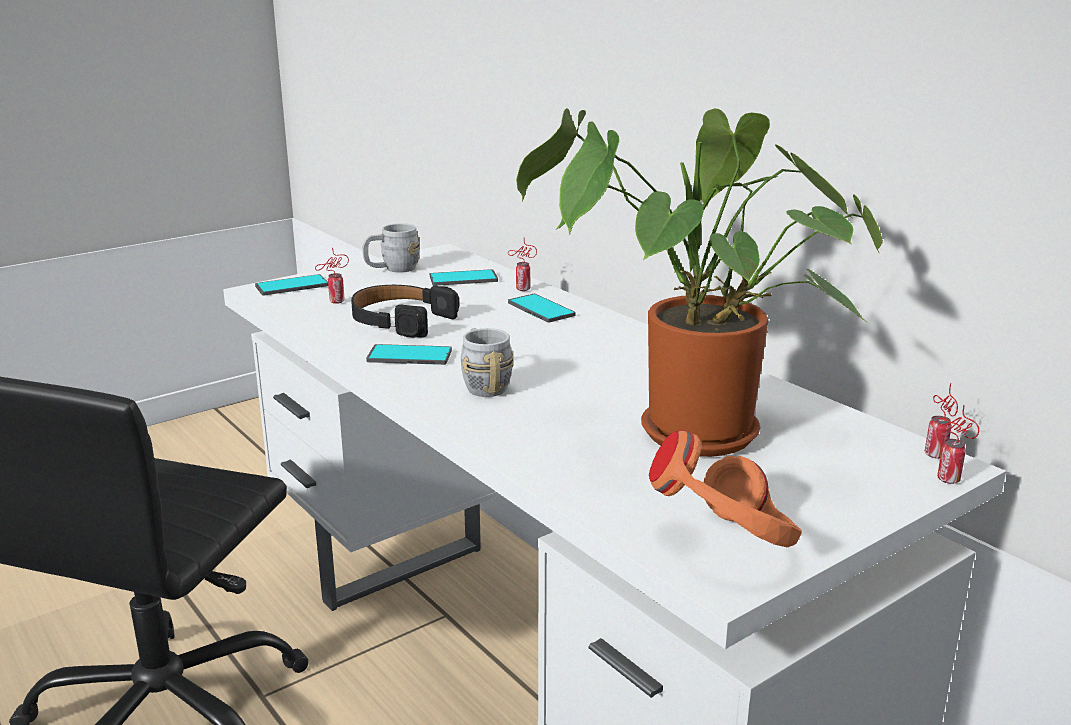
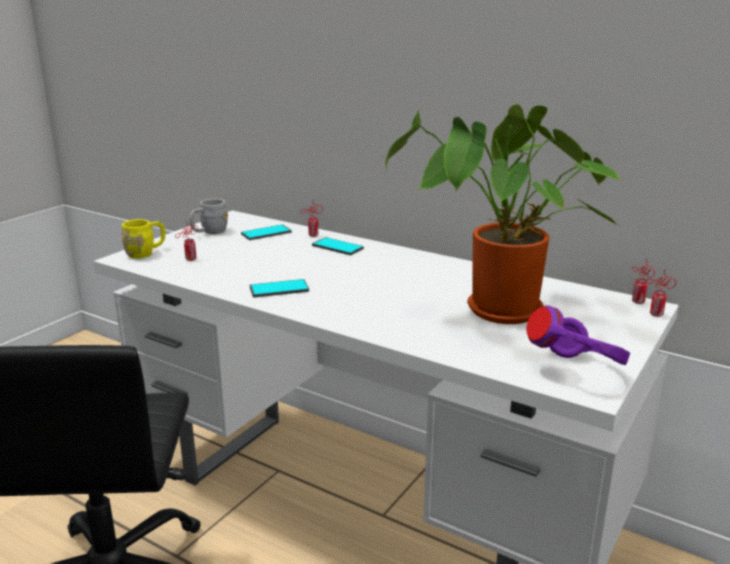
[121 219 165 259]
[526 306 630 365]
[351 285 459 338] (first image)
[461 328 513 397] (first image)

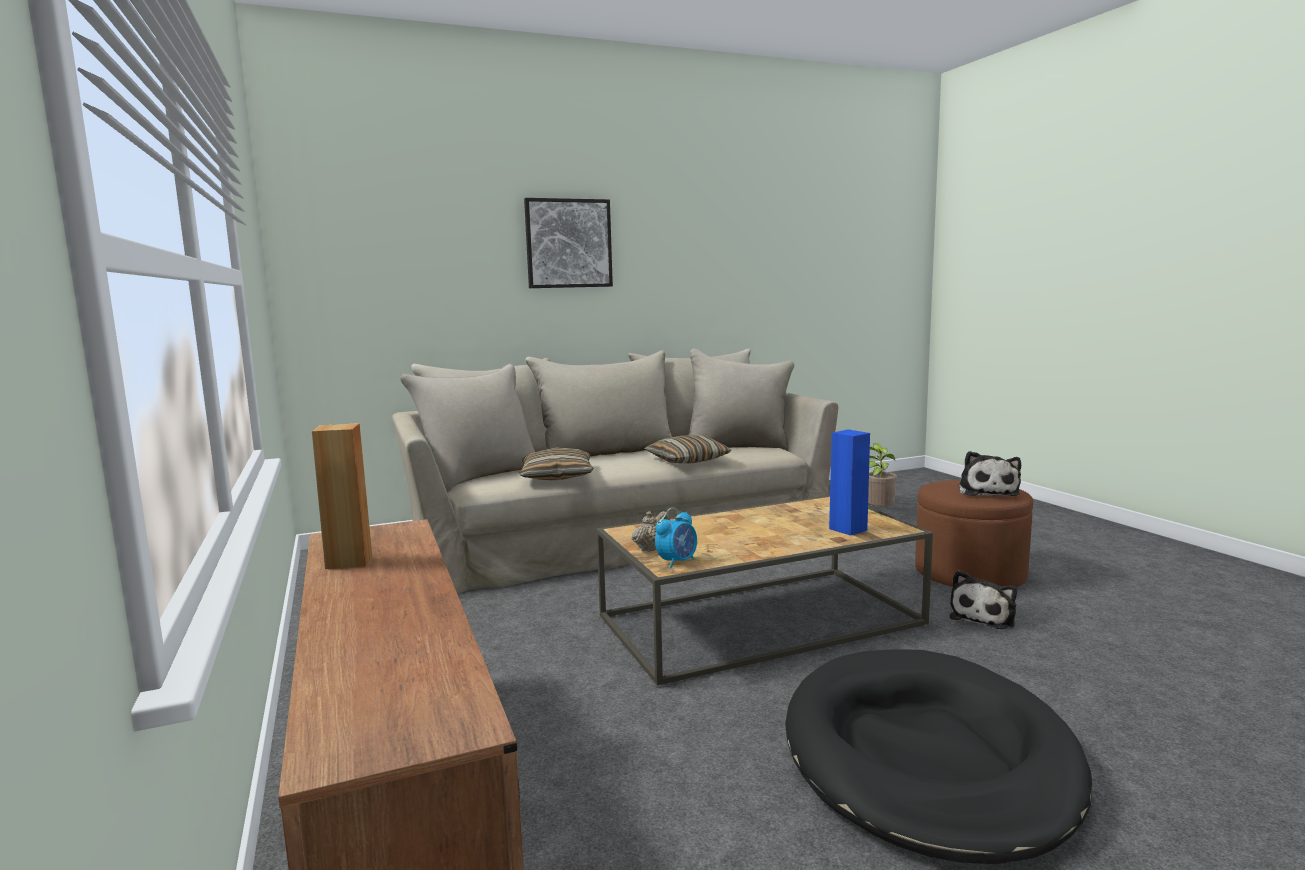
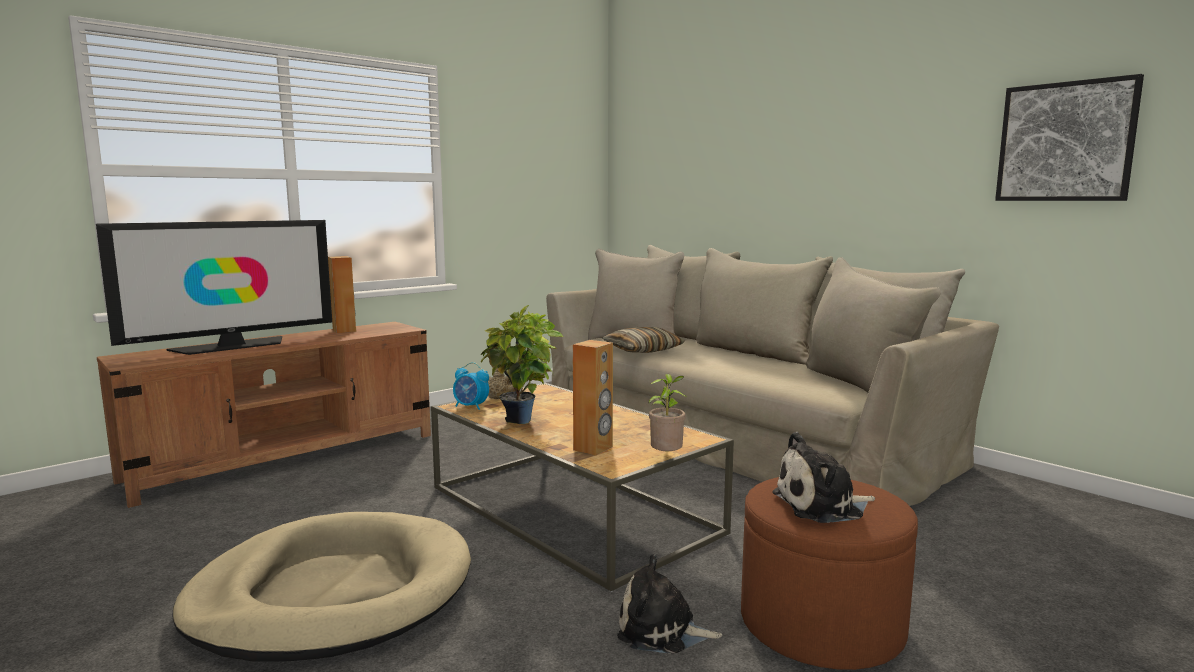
[96 220 332 355]
[172 512 471 662]
[481 305 564 424]
[573 340 613 456]
[995 74 1144 201]
[644 435 731 463] (first image)

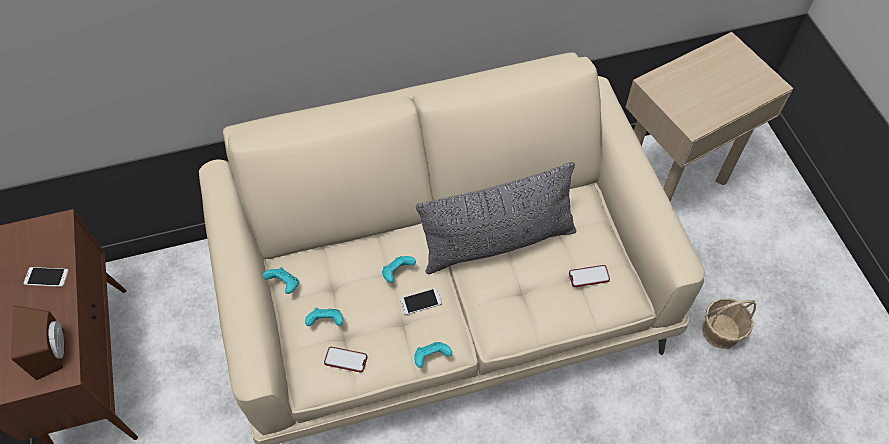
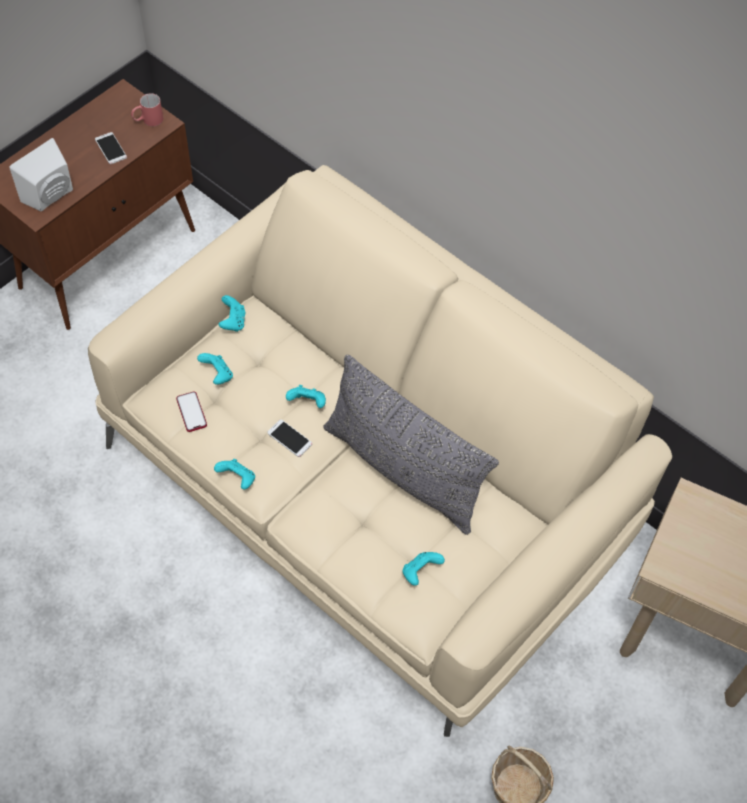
[9 138 73 211]
[131 93 163 127]
[402 552 445 586]

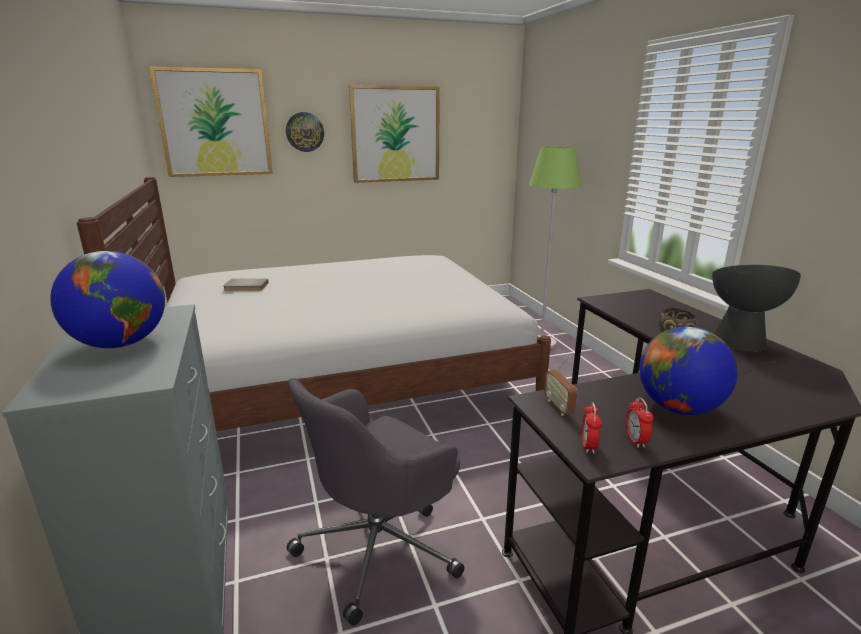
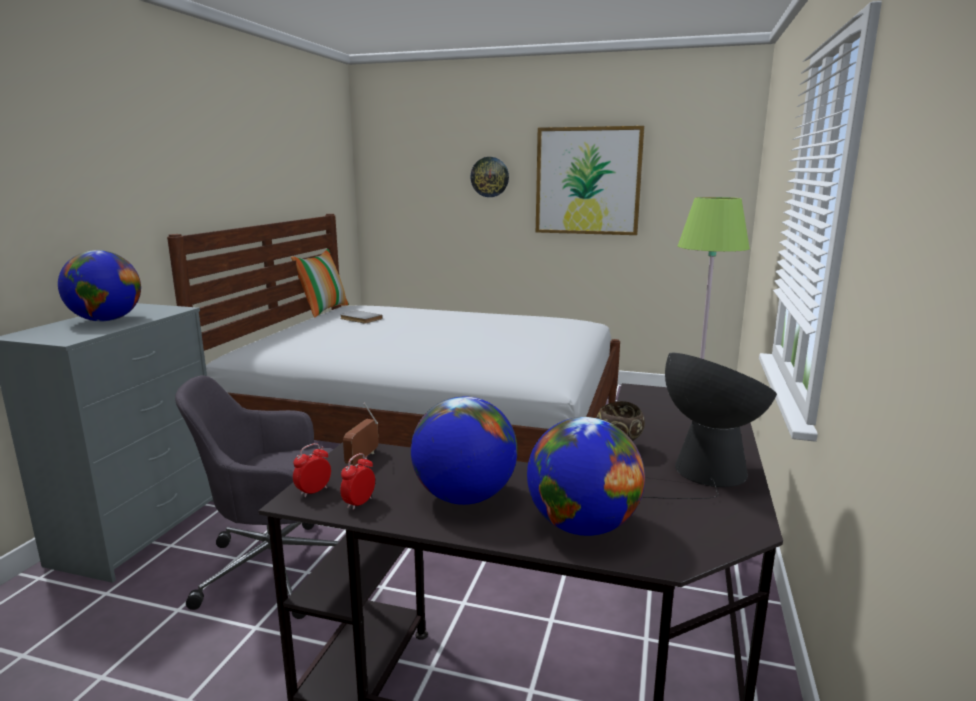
[291 249 349 318]
[527 417 645 536]
[149 66 273 177] (first image)

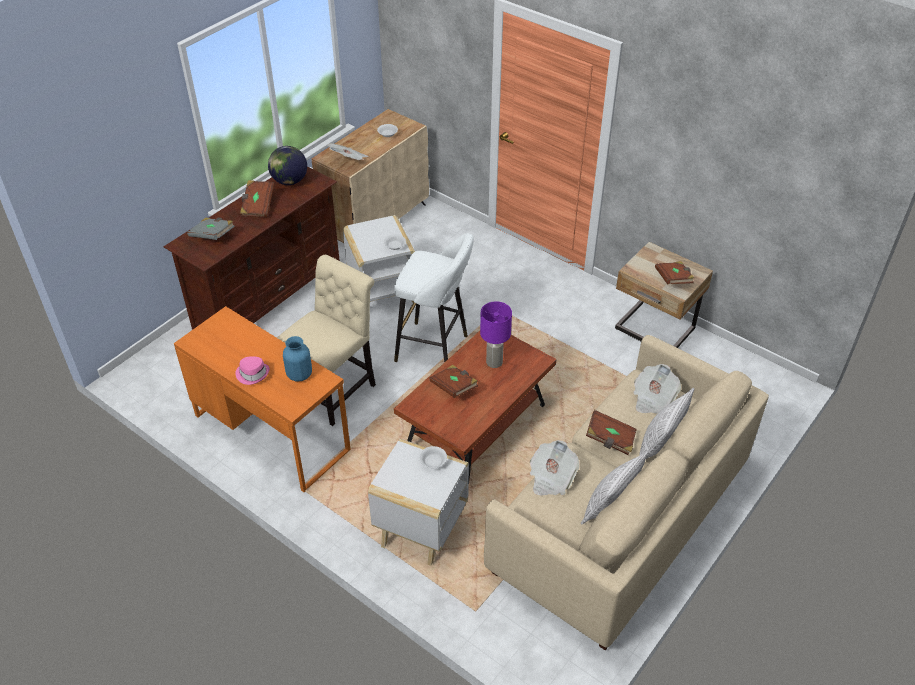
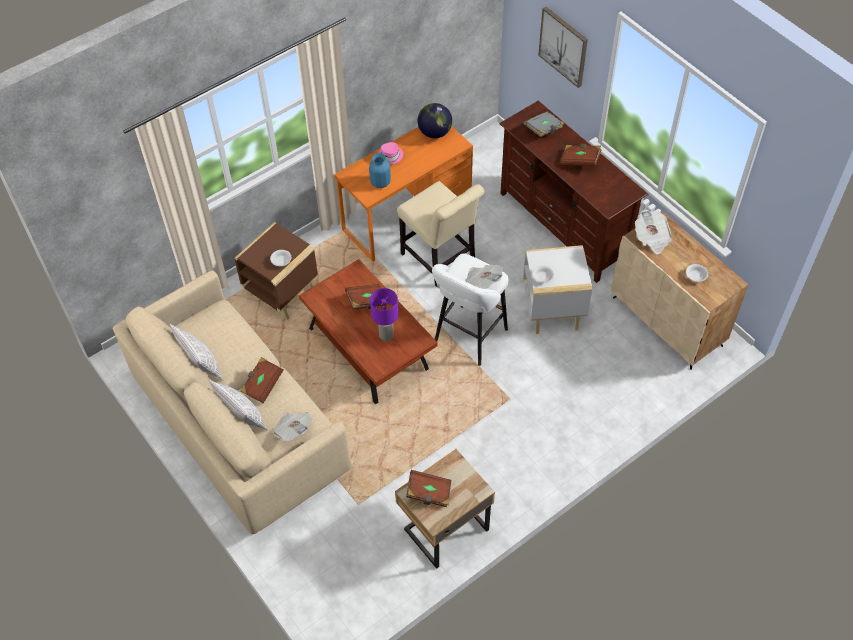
[234 222 318 321]
[418 103 452 138]
[465 264 504 289]
[538 7 588 88]

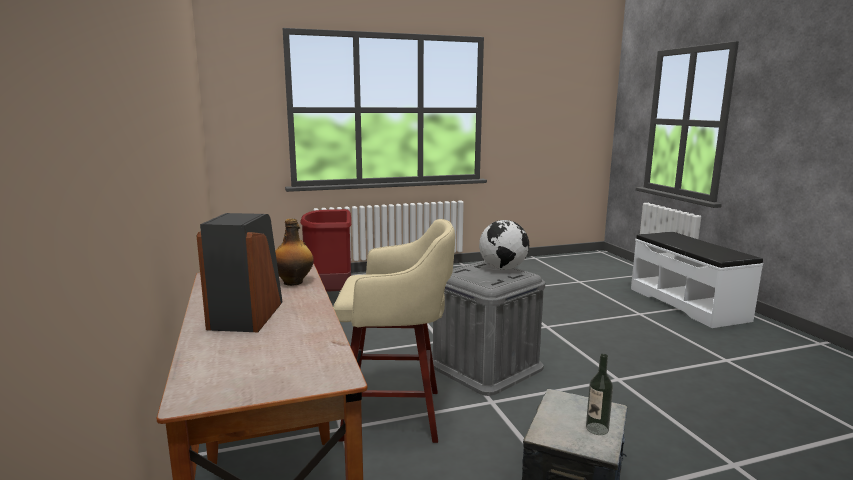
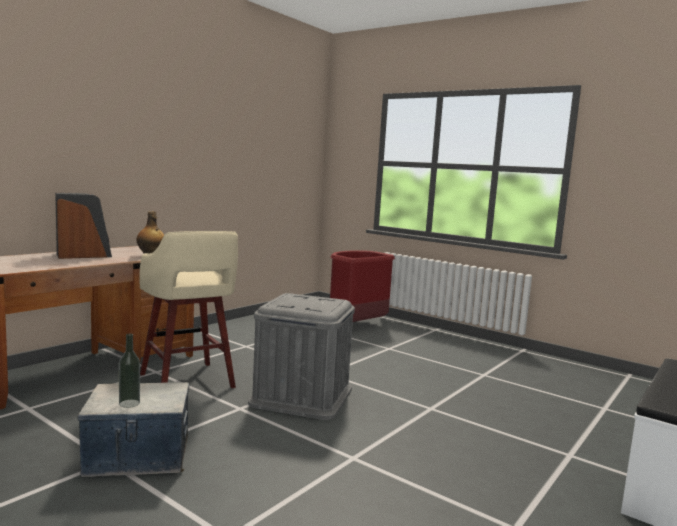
[479 220 529 270] (first image)

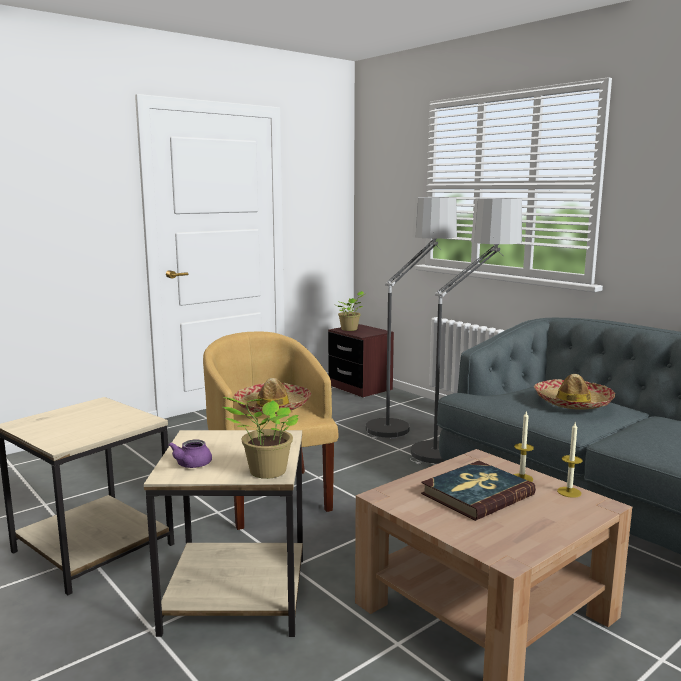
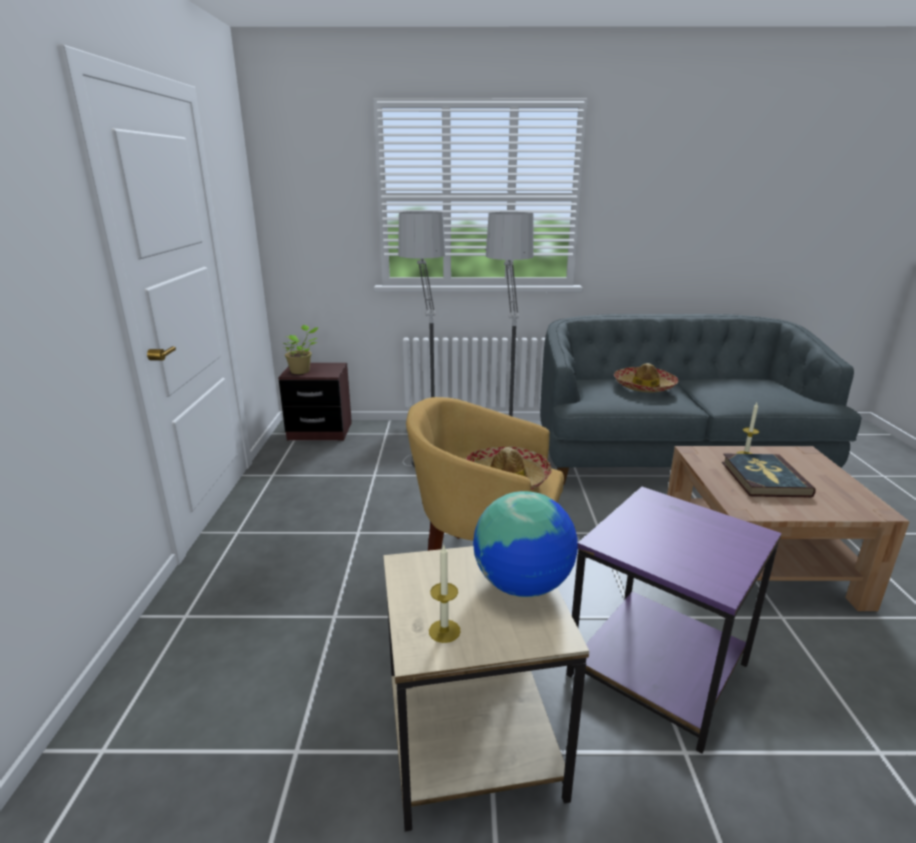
[429 544 461 643]
[473 491 578 597]
[566 487 782 754]
[169 439 212 468] (first image)
[223 397 299 479] (first image)

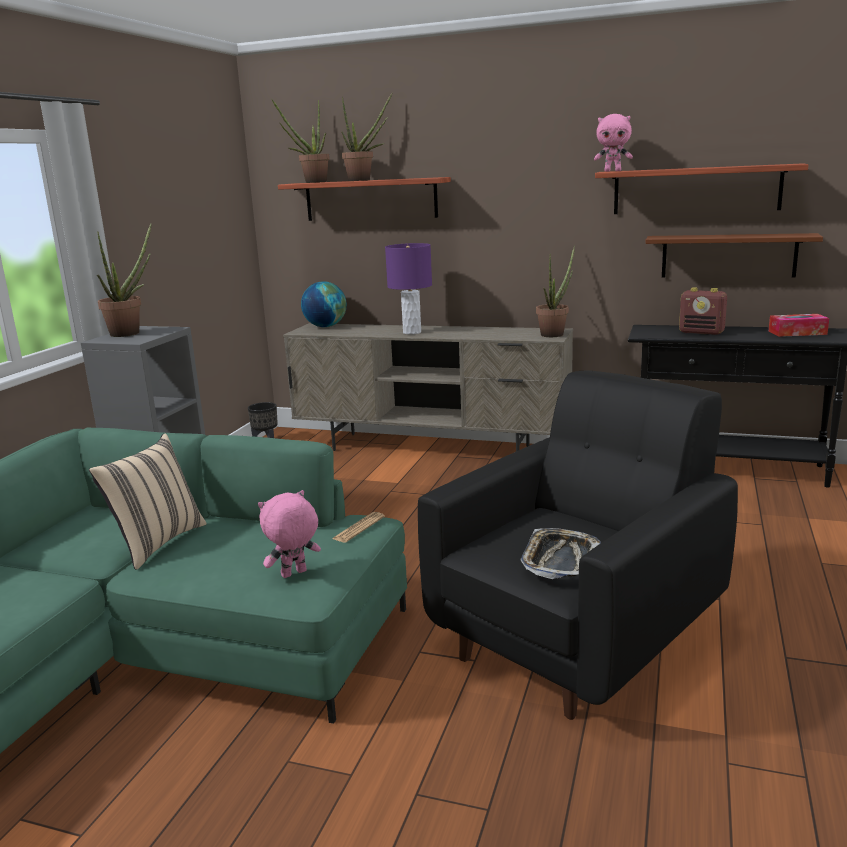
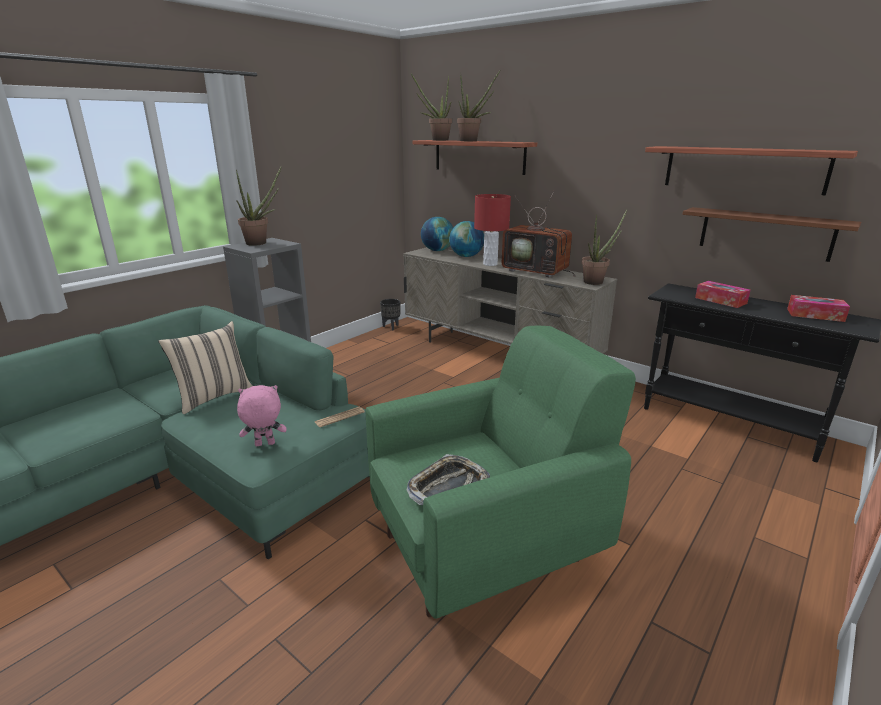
[366 326 636 619]
[449 221 484 257]
[474 194 511 266]
[502 191 576 277]
[695 281 751 308]
[594 114 633 172] (first image)

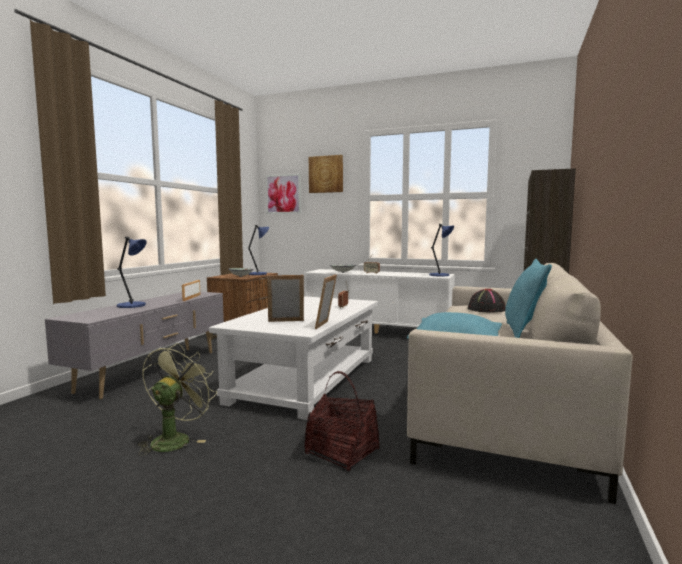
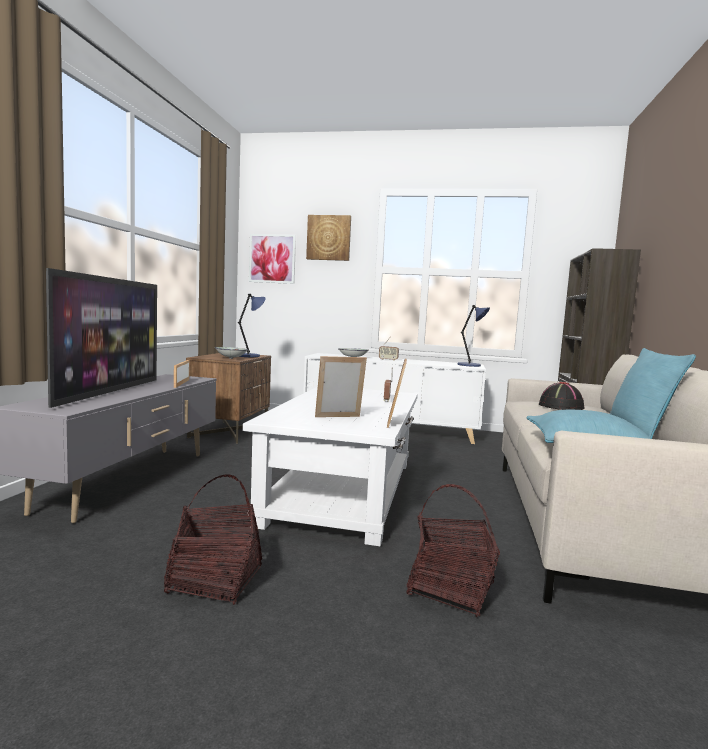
[46 268 157 408]
[164 474 262 605]

